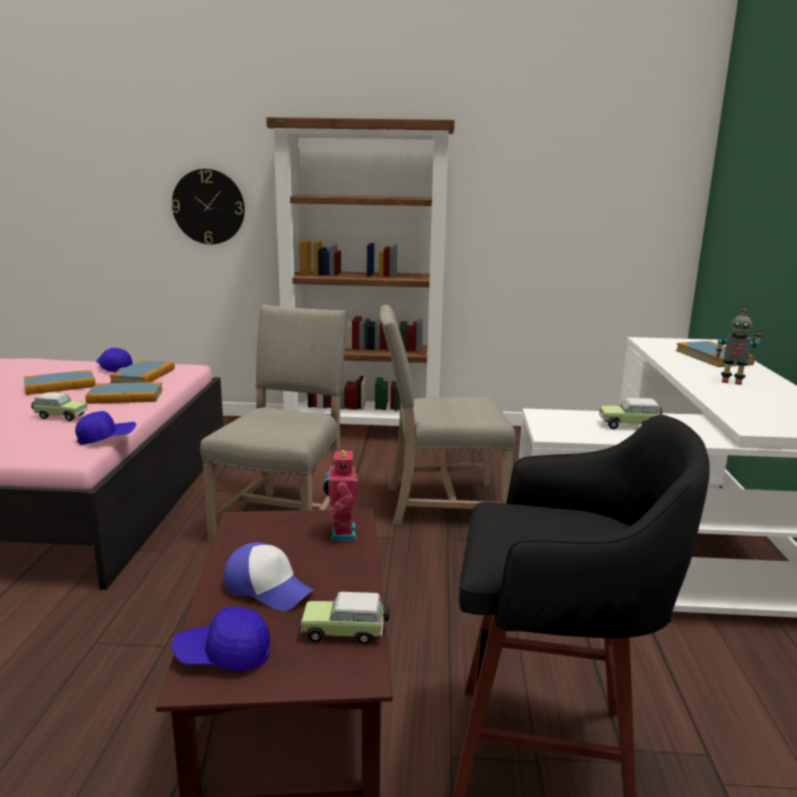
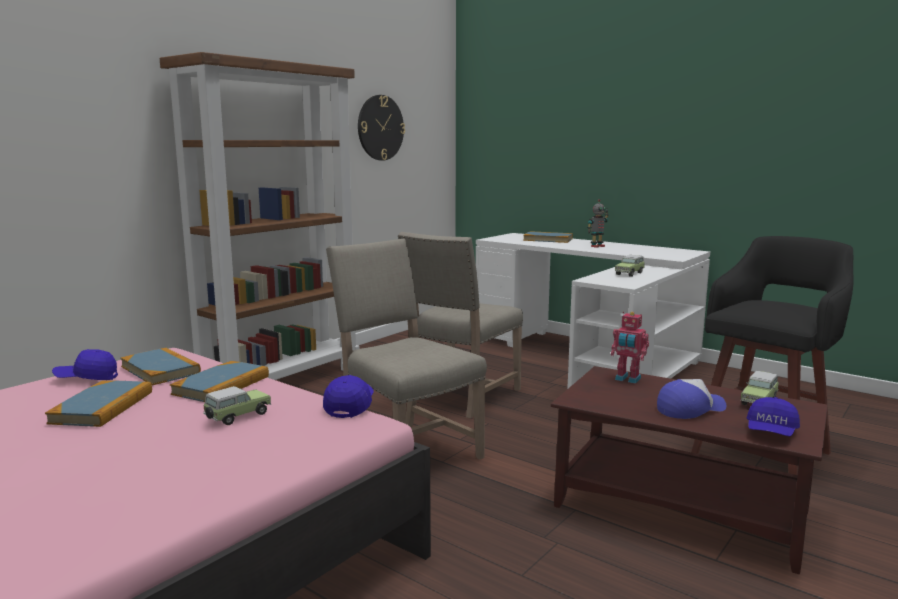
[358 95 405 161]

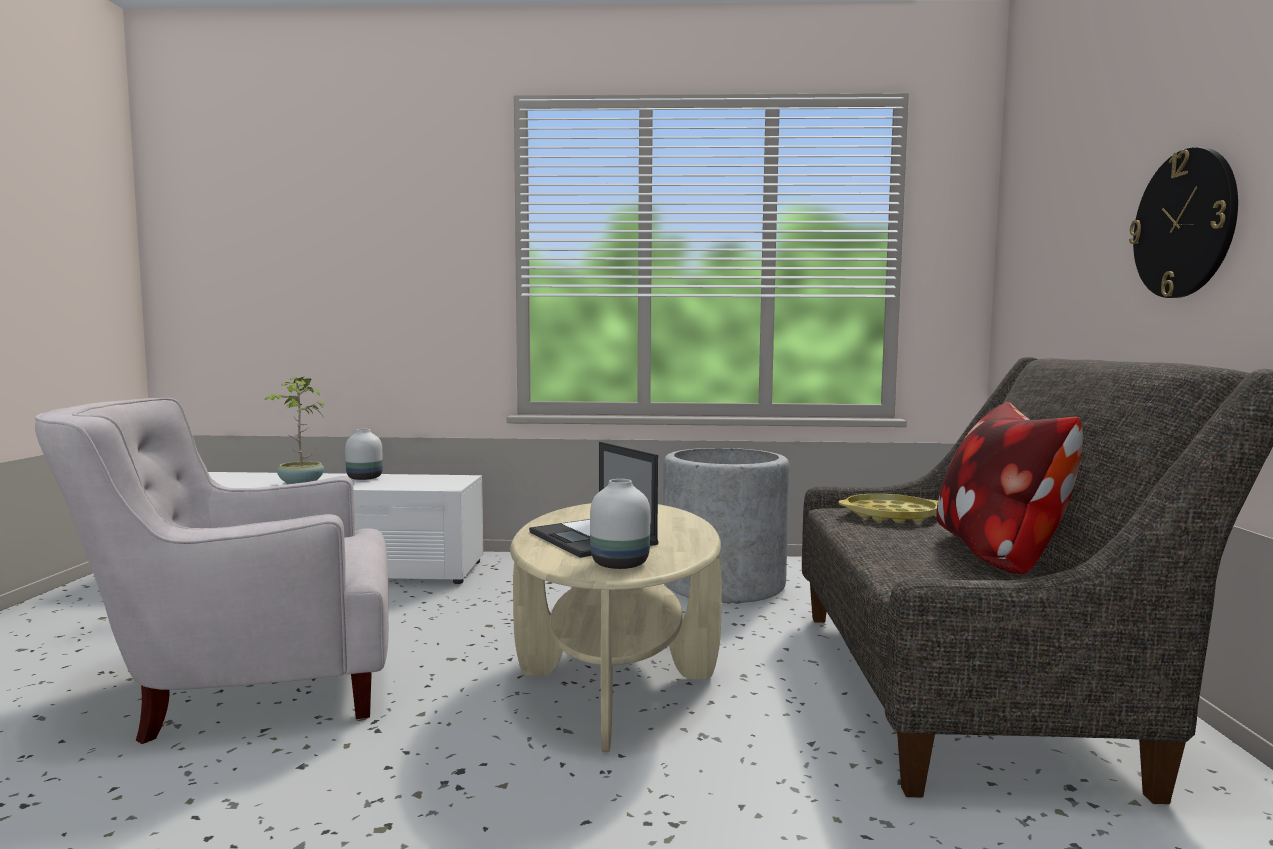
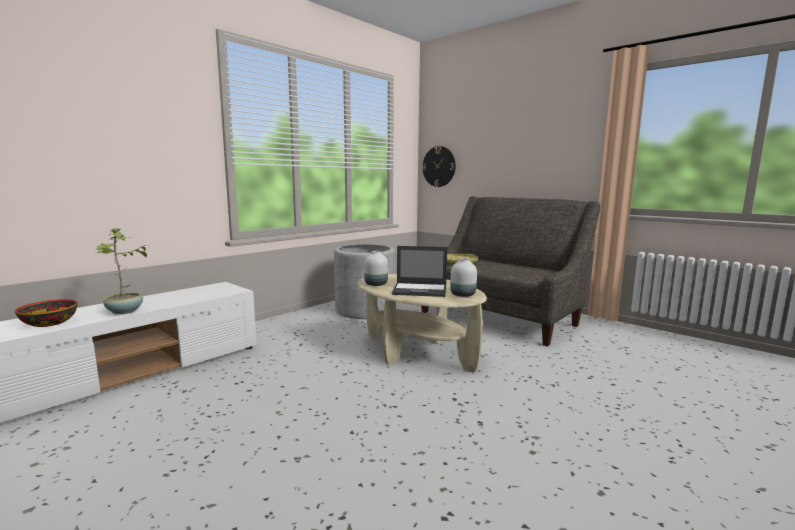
[15 299 78 327]
[364 251 388 286]
[422 146 456 187]
[35 398 389 744] (first image)
[936 402 1083 574] (first image)

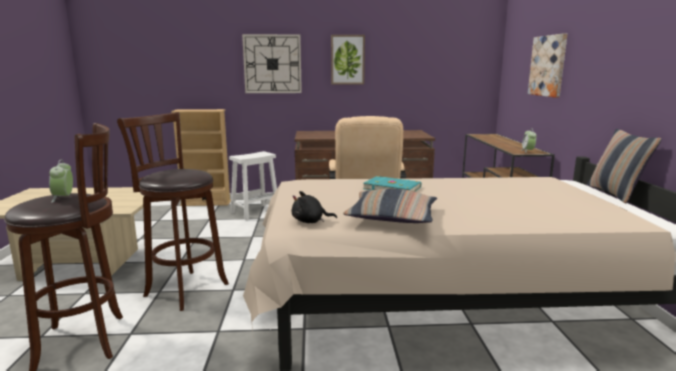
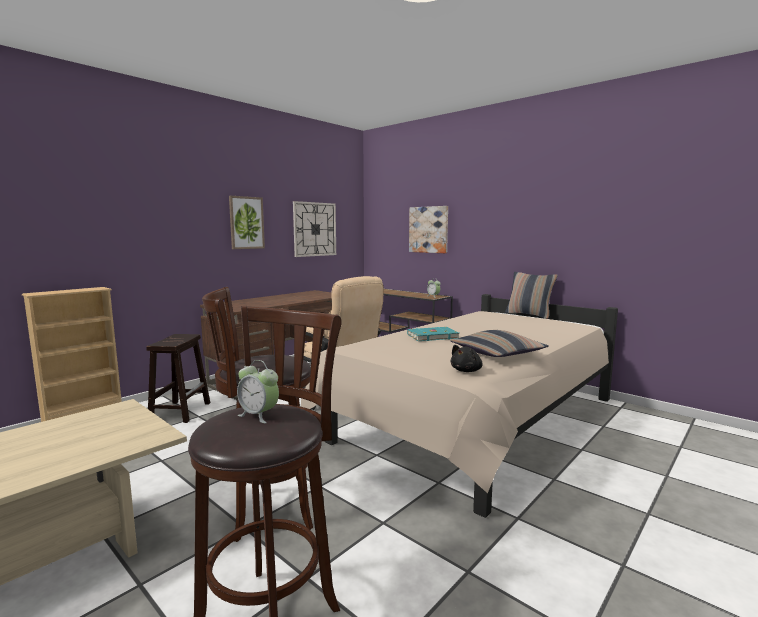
[146 334 210 423]
[293 201 336 257]

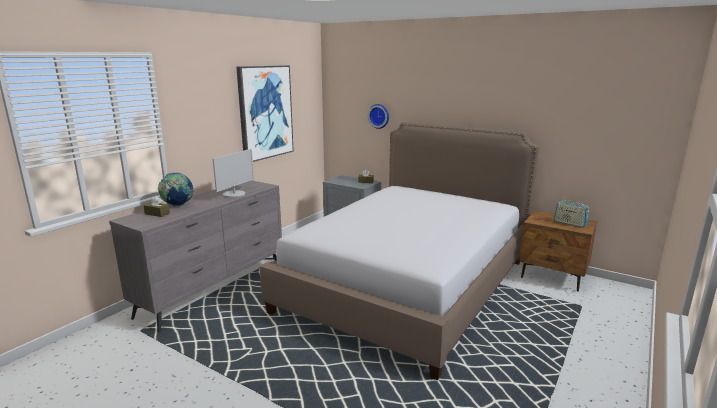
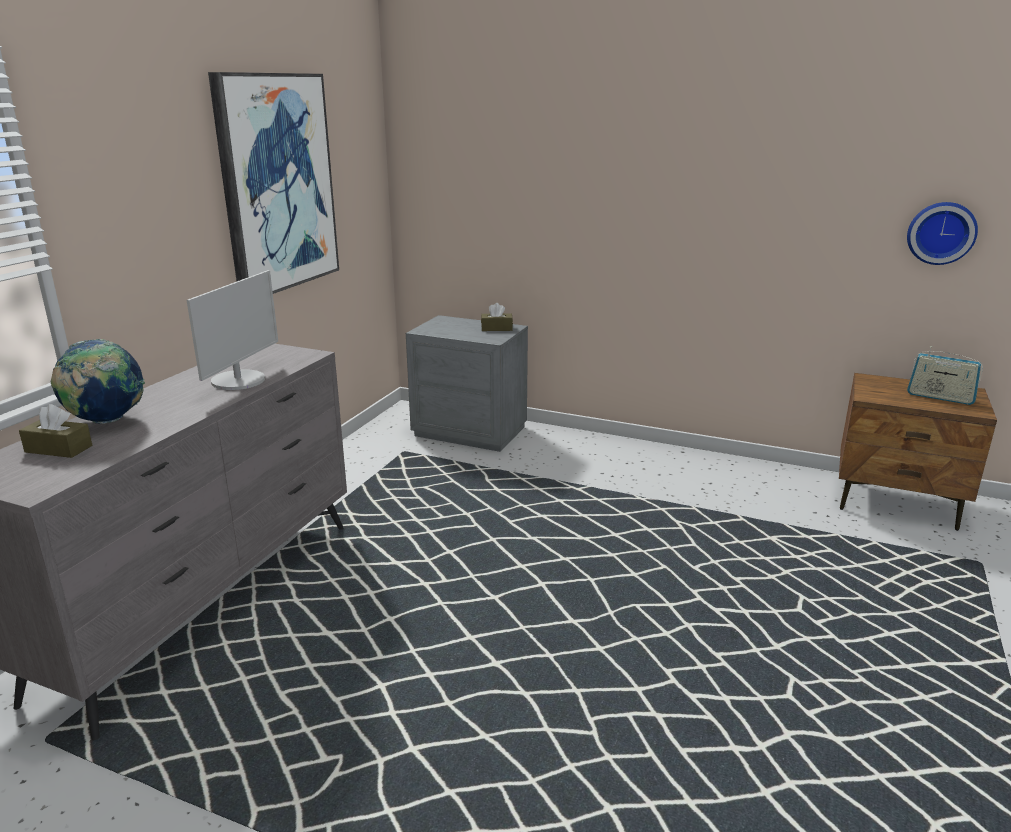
[907 202 978 265]
[260 122 539 381] (first image)

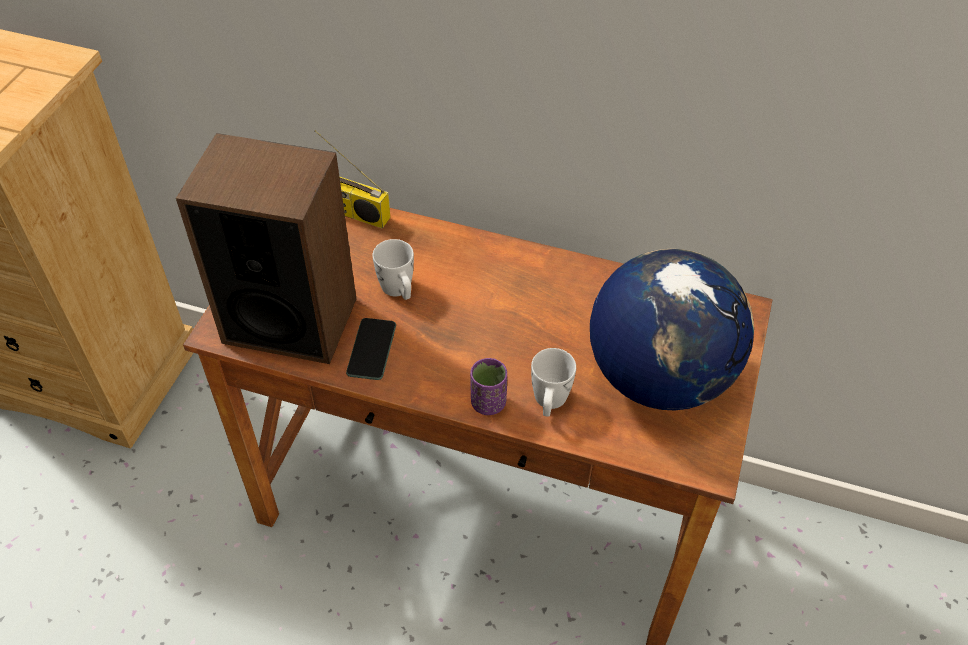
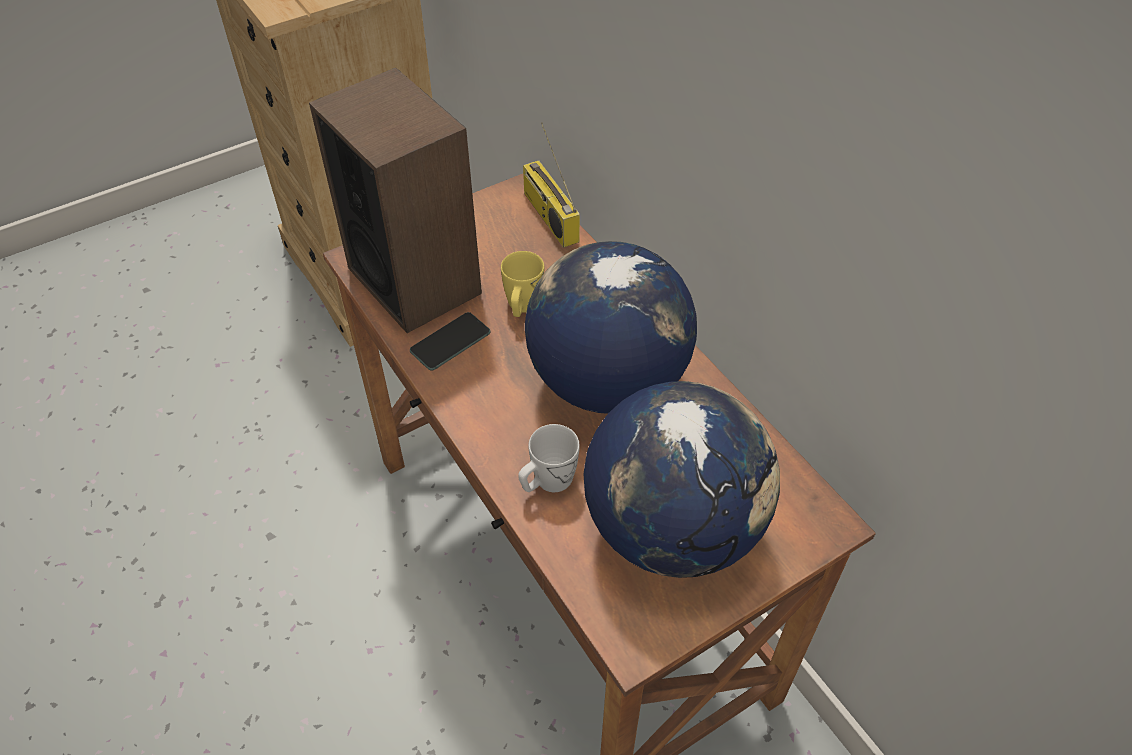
[501 251 544 317]
[525 241 697 414]
[470 358 507 415] (first image)

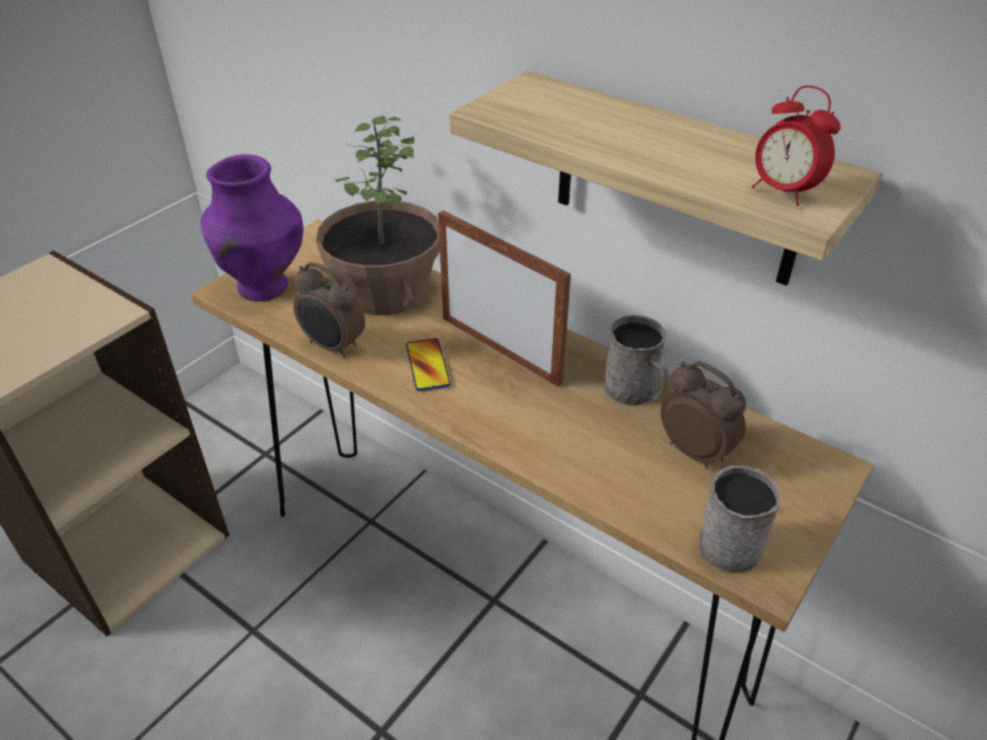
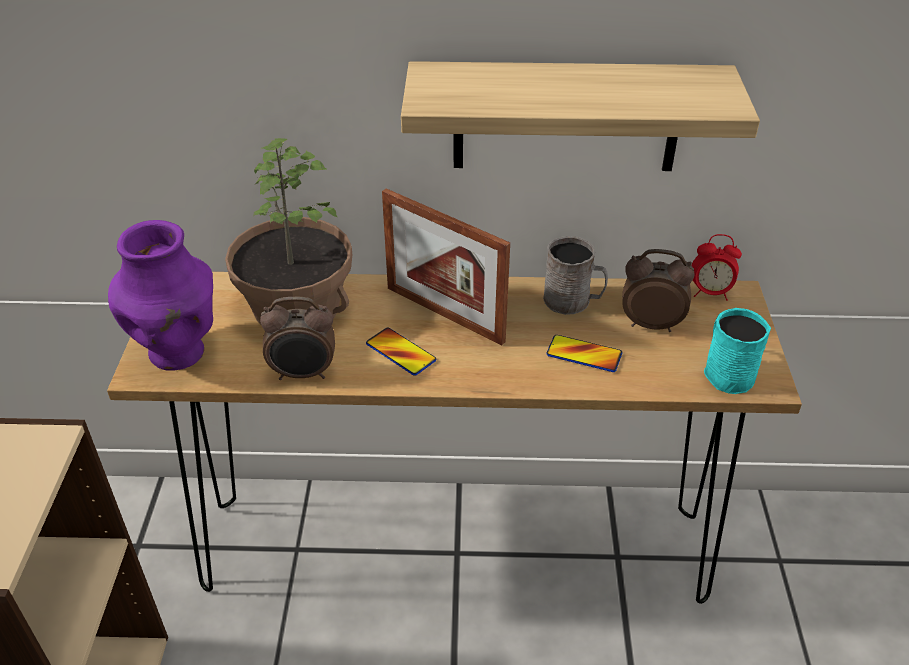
[382 188 510 346]
[546 335 622 372]
[691 234 742 301]
[704 308 771 394]

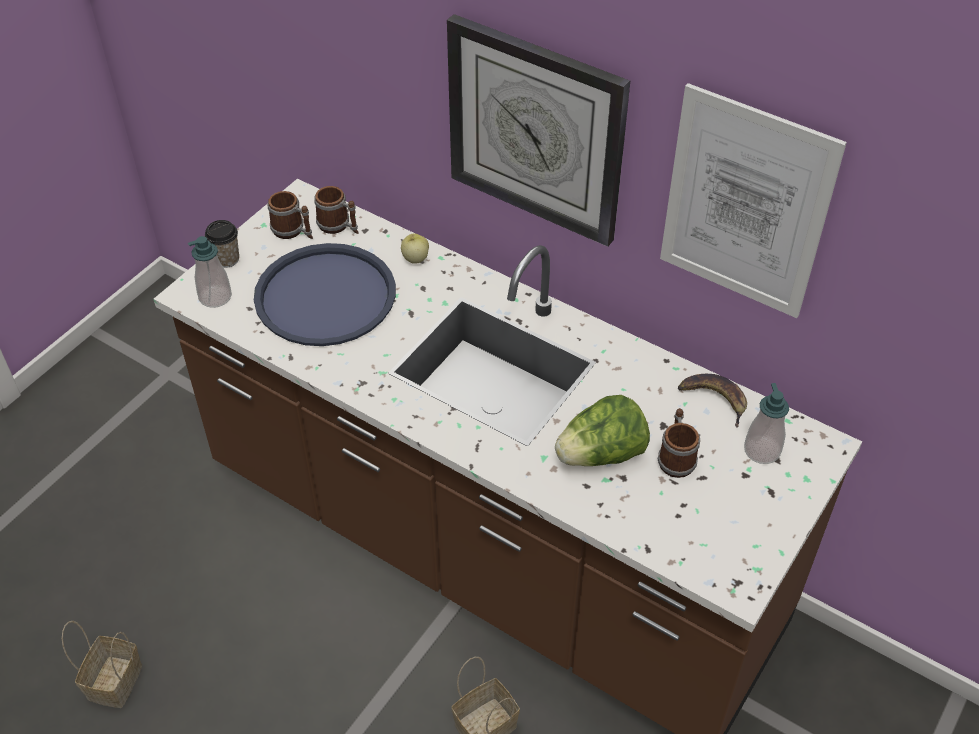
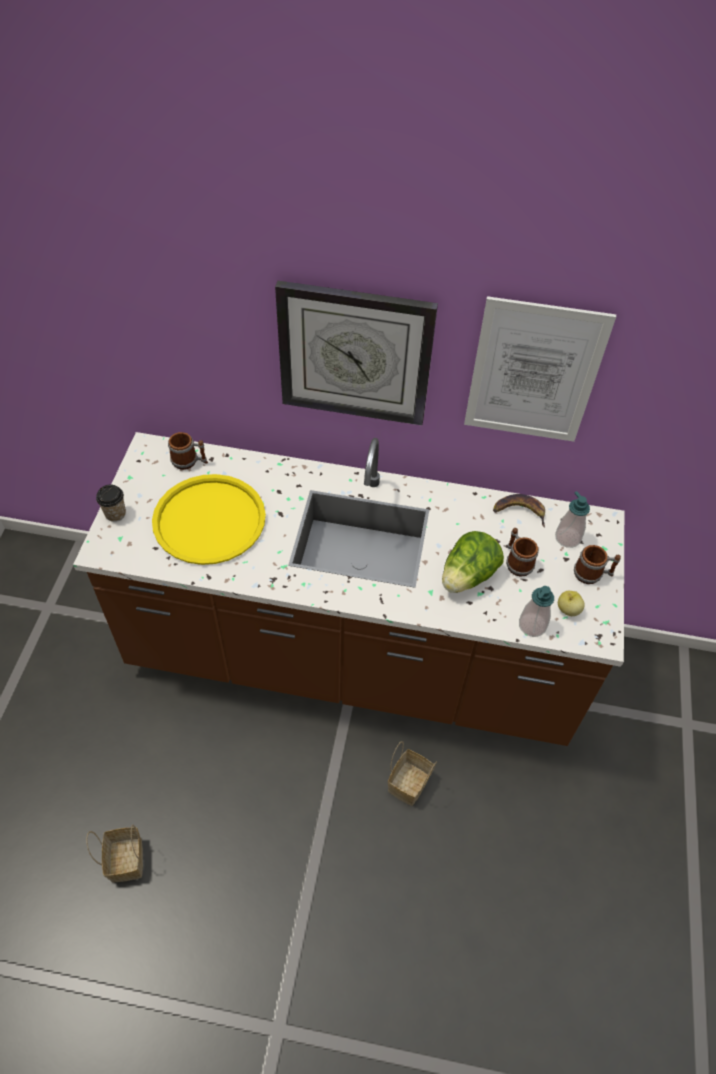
[152 474 266 565]
[519 586 554 637]
[558 591 585 616]
[574 545 621 584]

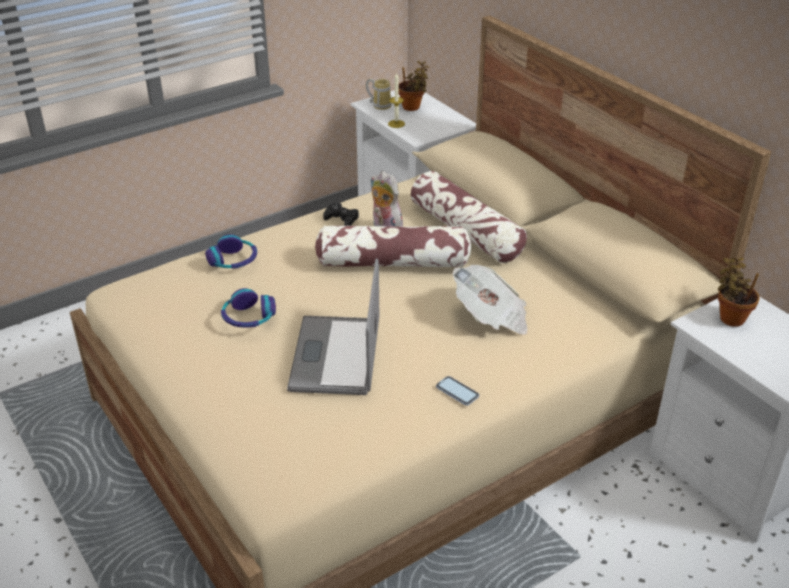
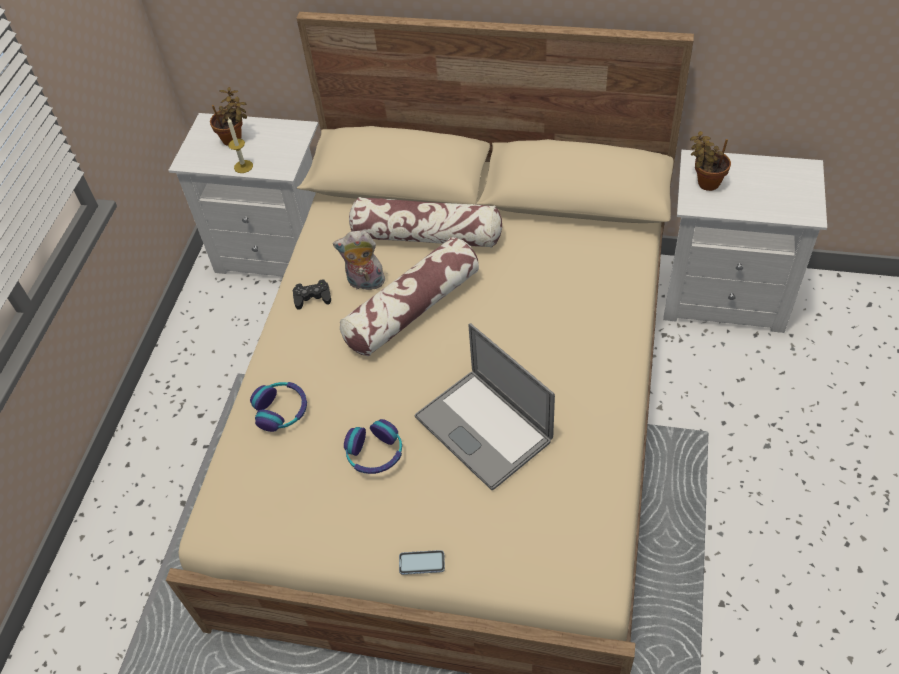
[399 550 445 575]
[366 78 392 110] (first image)
[453 265 527 335] (first image)

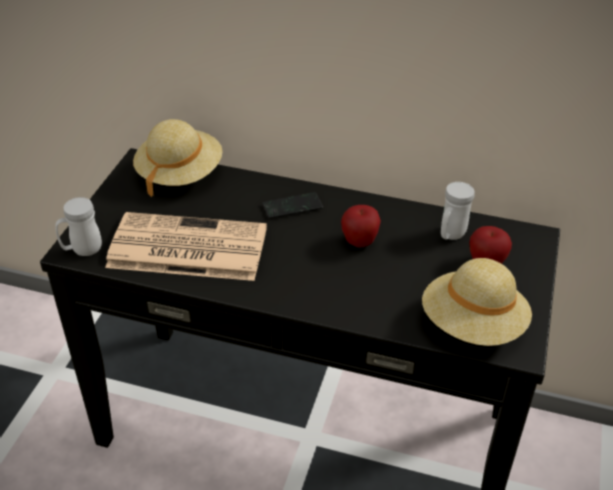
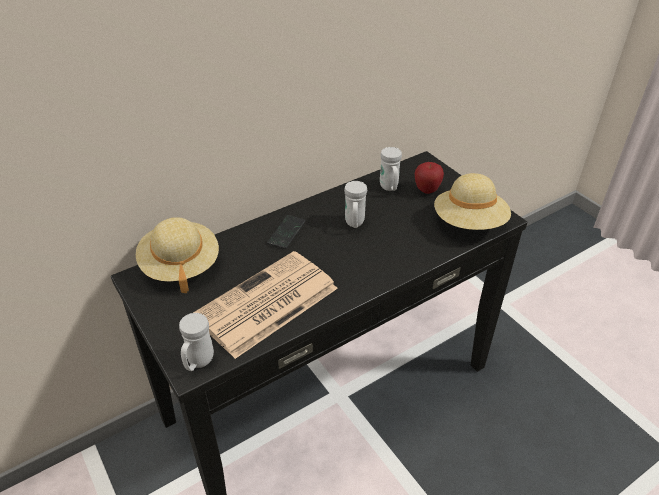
[344 181 367 228]

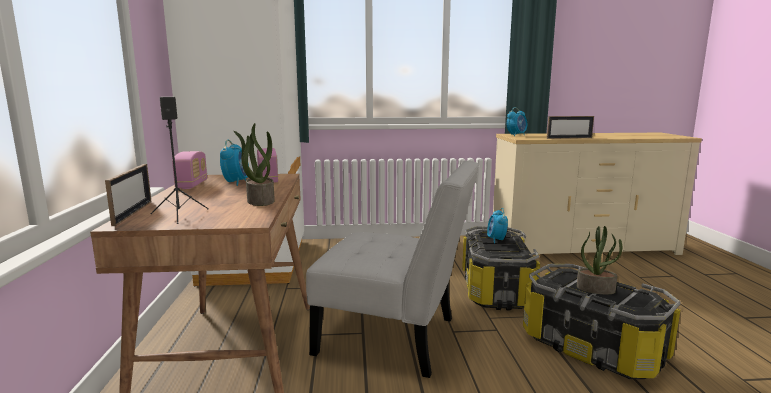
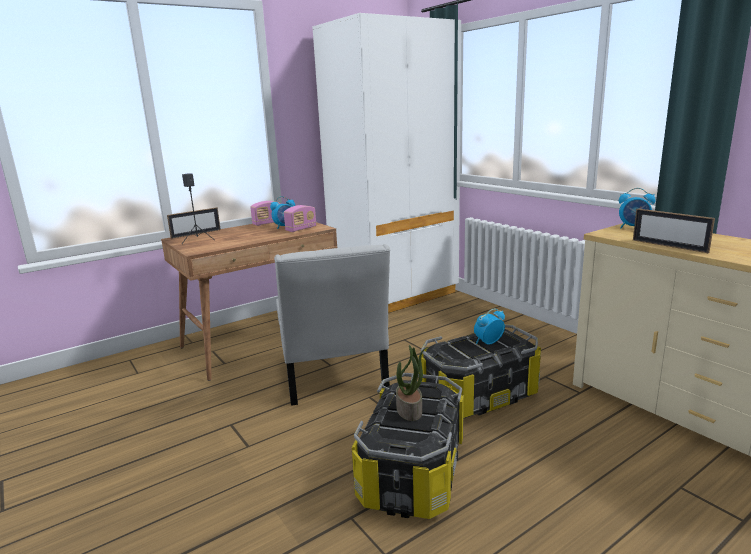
[233 123 275 206] (first image)

